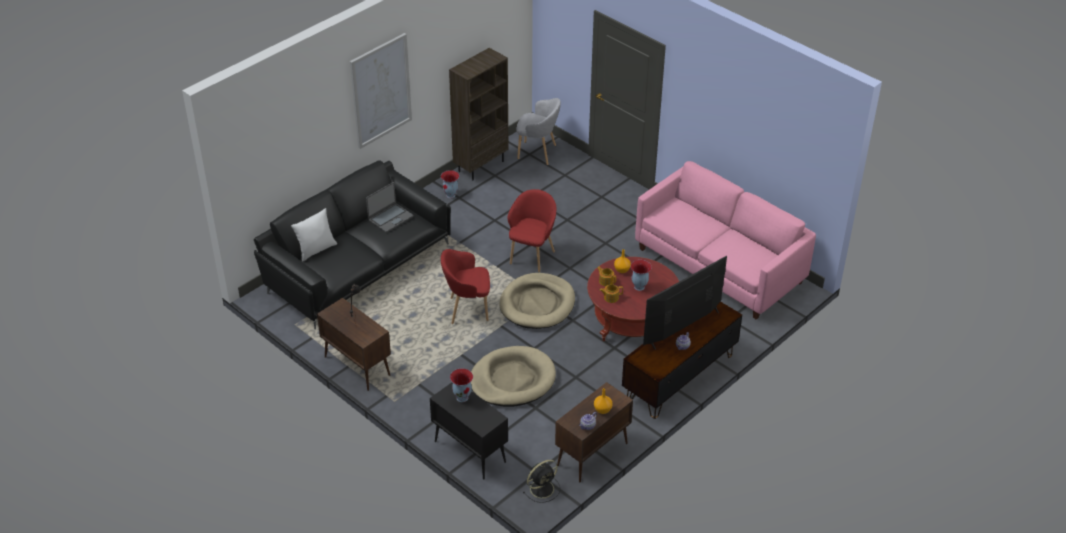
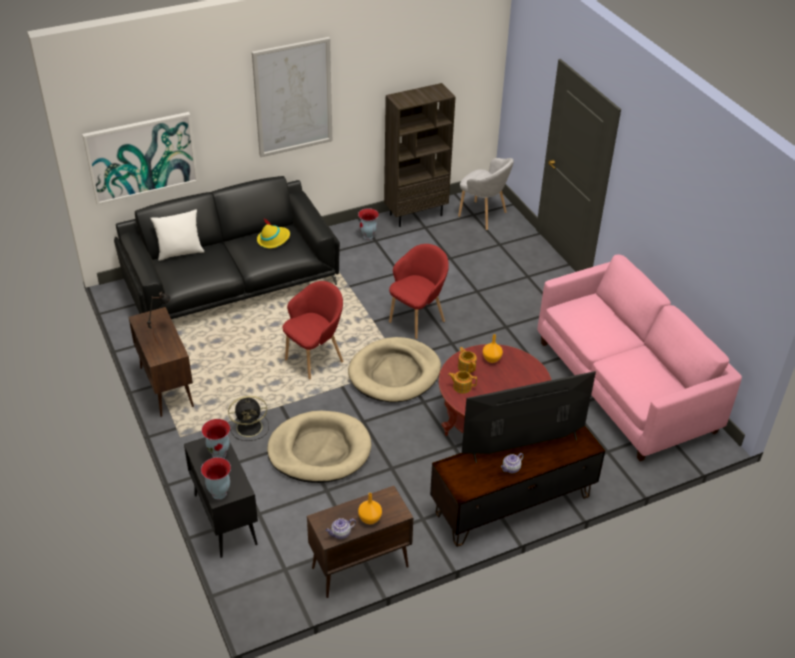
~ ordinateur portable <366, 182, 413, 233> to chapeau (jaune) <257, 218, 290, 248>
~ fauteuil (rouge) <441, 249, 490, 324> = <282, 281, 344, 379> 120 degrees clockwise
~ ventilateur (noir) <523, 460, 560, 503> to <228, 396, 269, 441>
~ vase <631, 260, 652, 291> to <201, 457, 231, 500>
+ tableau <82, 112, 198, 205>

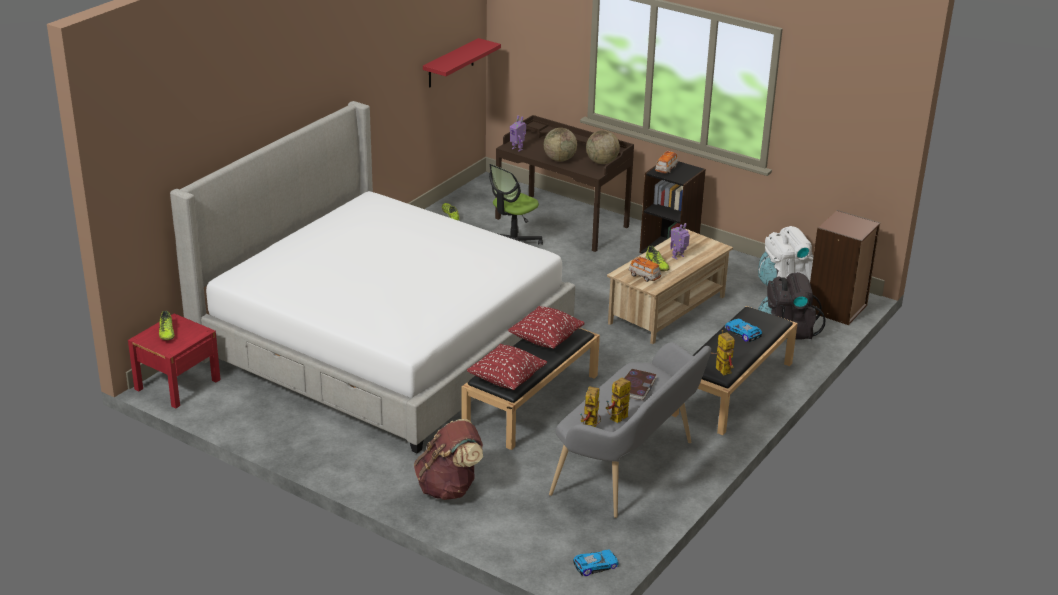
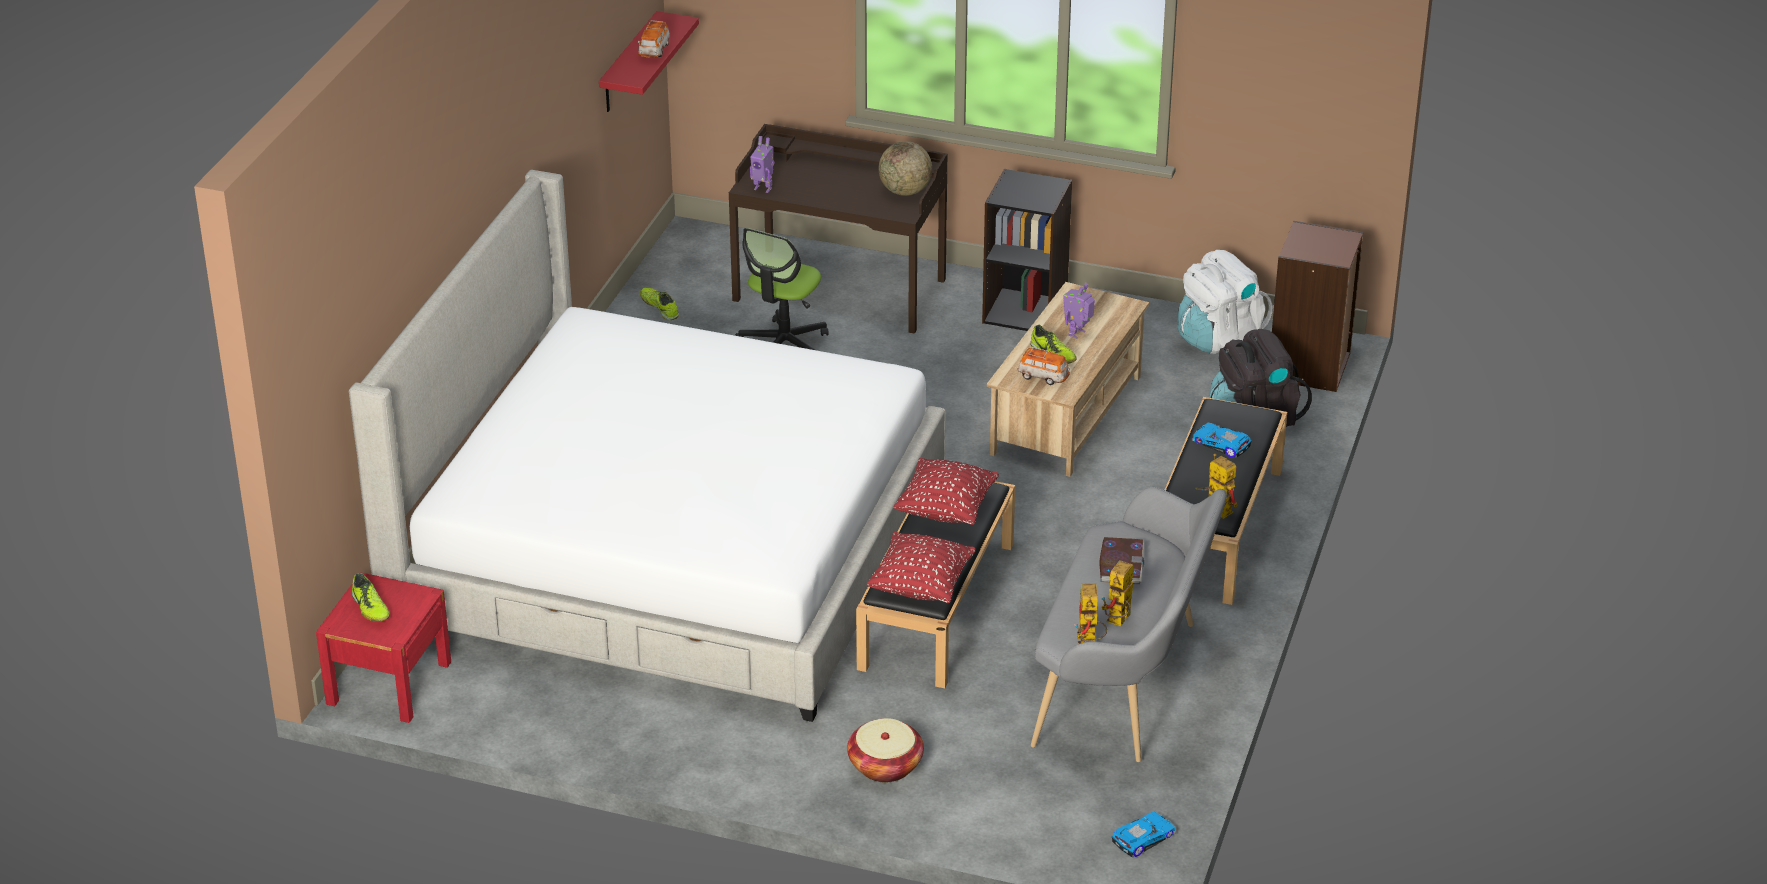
~ sac à dos (marron) <414, 419, 483, 500> to panier <847, 718, 924, 782>
- globe <544, 128, 577, 162>
~ petite voiture <655, 150, 678, 174> to <638, 20, 670, 58>

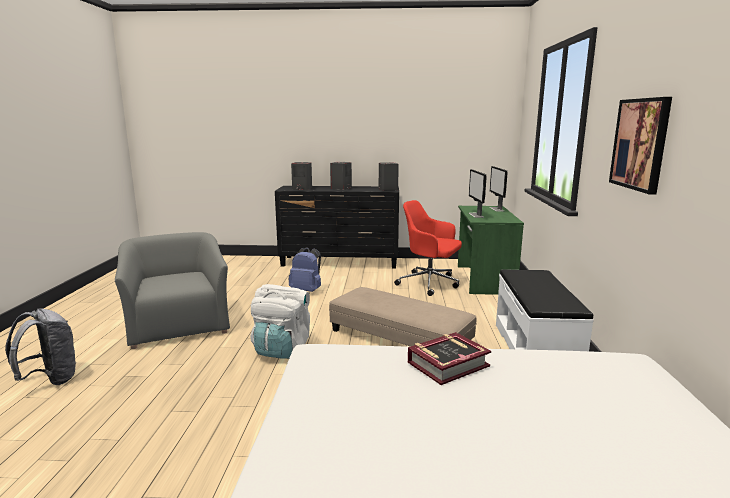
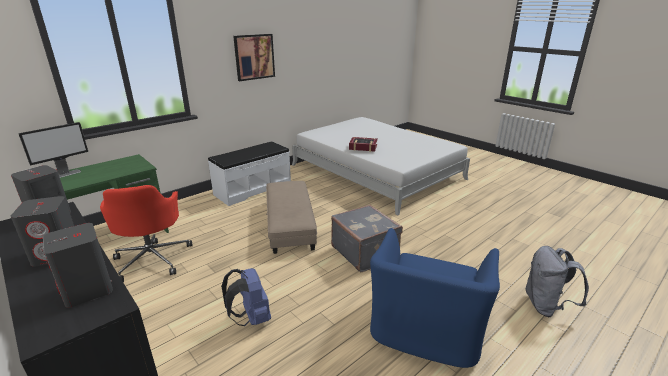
~ fauteuil (gris) <115, 232, 230, 349> to fauteuil (bleu) <370, 228, 500, 368>
~ sac à dos (blanc) <250, 284, 310, 359> to valise (gris) <331, 205, 403, 272>
- écran d'ordinateur <469, 169, 486, 218>

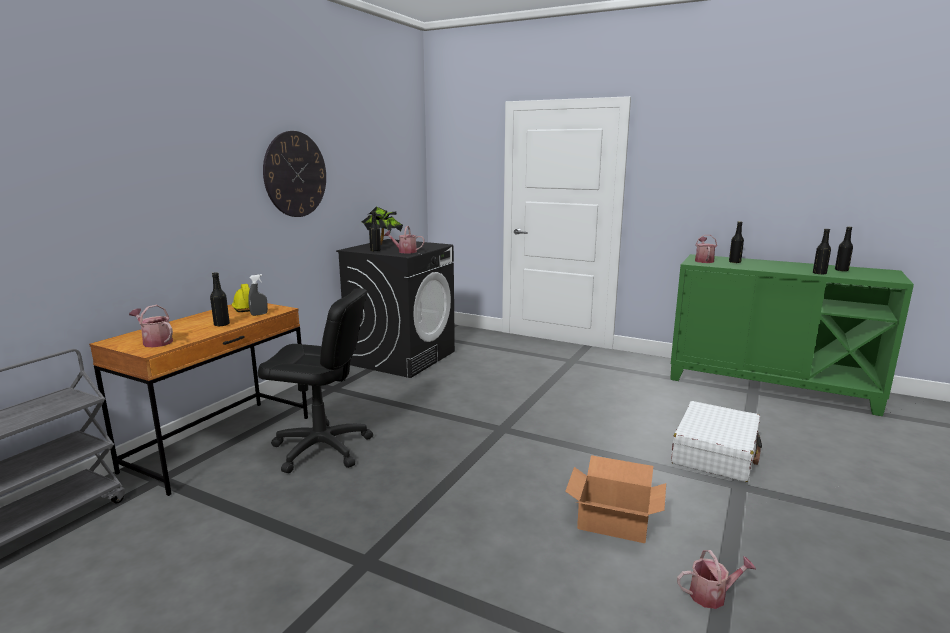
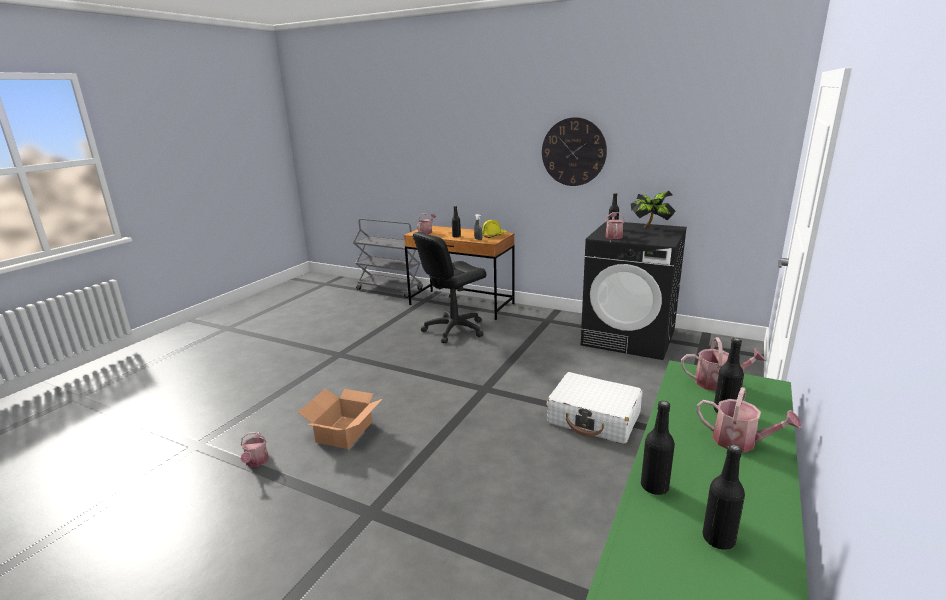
~ chaise de bureau (noir) <258, 288, 373, 473> = <413, 232, 486, 343> 45 degrees clockwise
~ valise (blanc) <671, 401, 762, 482> to <547, 372, 643, 444>
+ arrosoir <696, 387, 802, 453>

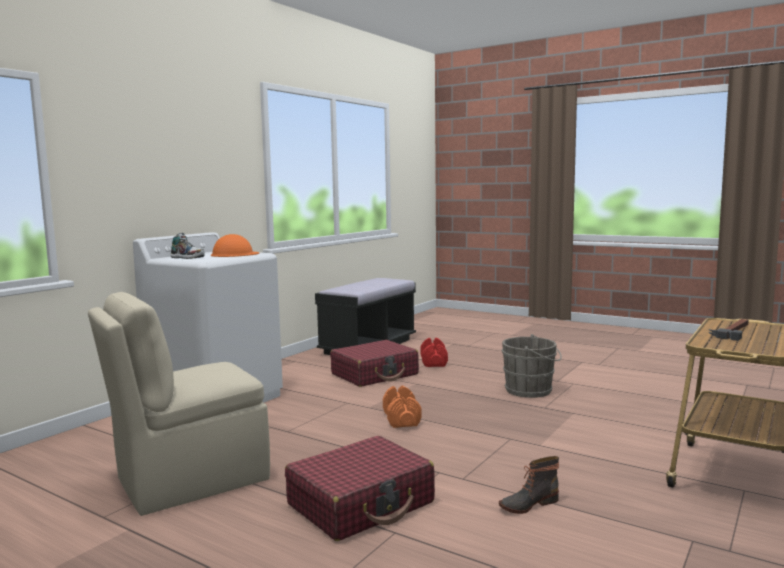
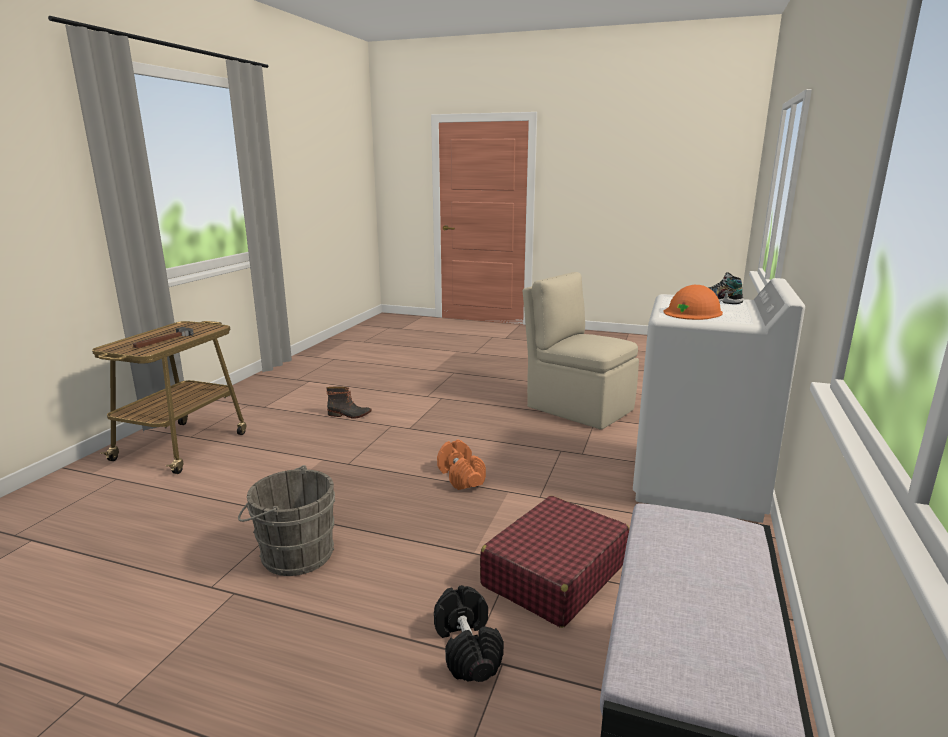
~ chaise (beige) <88, 292, 270, 516> = <523, 272, 639, 430> 90 degrees counterclockwise
- valise (rouge) <285, 436, 435, 541>
~ haltère (rouge) <420, 338, 448, 367> to haltère (noir) <434, 585, 504, 682>
~ botte <499, 456, 559, 514> = <327, 387, 372, 419> 45 degrees clockwise

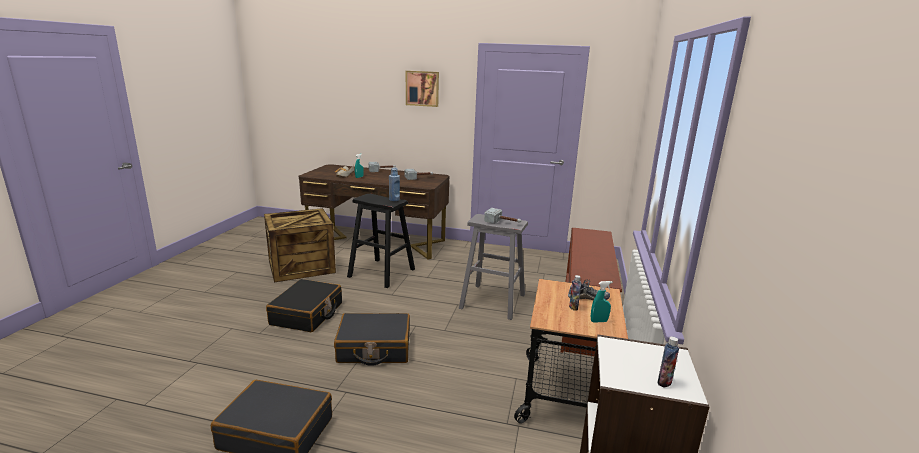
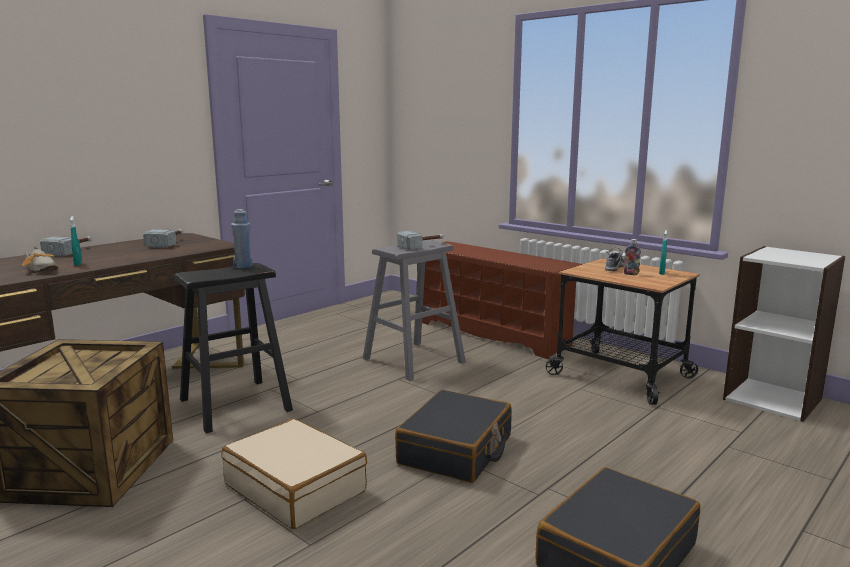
~ valise (noir) <266, 279, 342, 332> to valise (beige) <222, 419, 367, 529>
- tableau <406, 71, 439, 107>
- bouteille <658, 336, 679, 388>

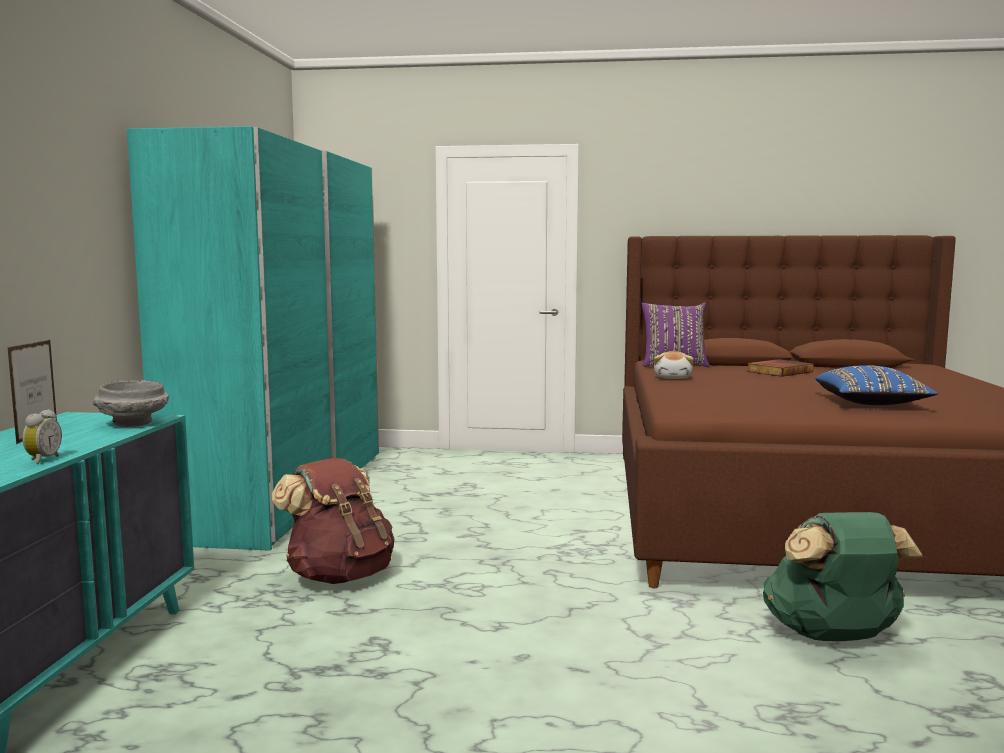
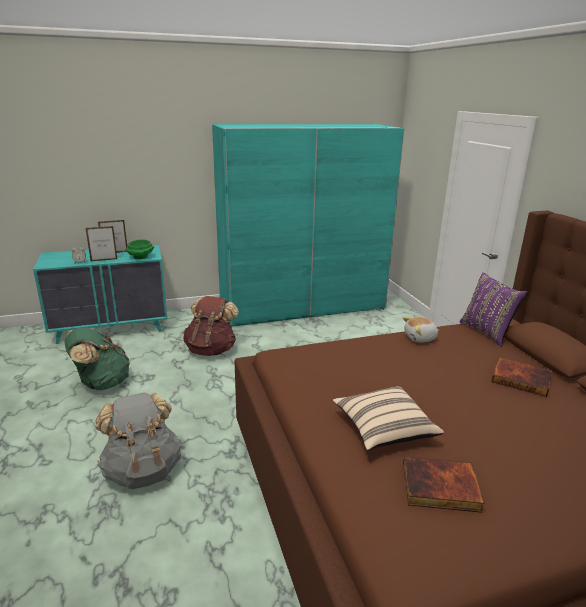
~ bol (gris) <93, 380, 169, 427> to bol (vert) <126, 239, 154, 259>
~ sac à dos (vert) <763, 512, 923, 641> to <65, 327, 130, 390>
~ coussin (bleu) <815, 365, 938, 405> to coussin (beige) <333, 387, 444, 451>
+ cadre photo <86, 226, 117, 262>
+ sac à dos (gris) <95, 393, 182, 489>
+ livre <403, 456, 485, 513>

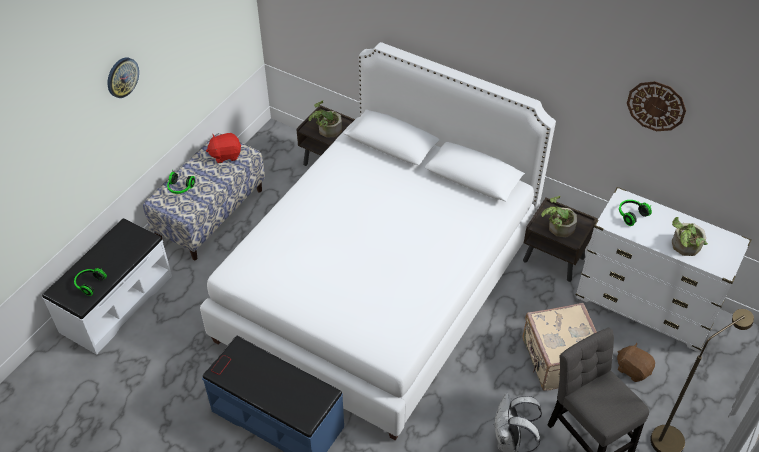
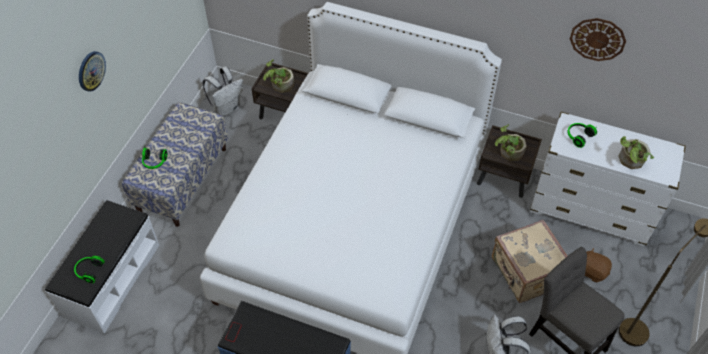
- peluche (rouge) <206, 133, 241, 163>
+ sac à dos (blanc) <203, 66, 243, 117>

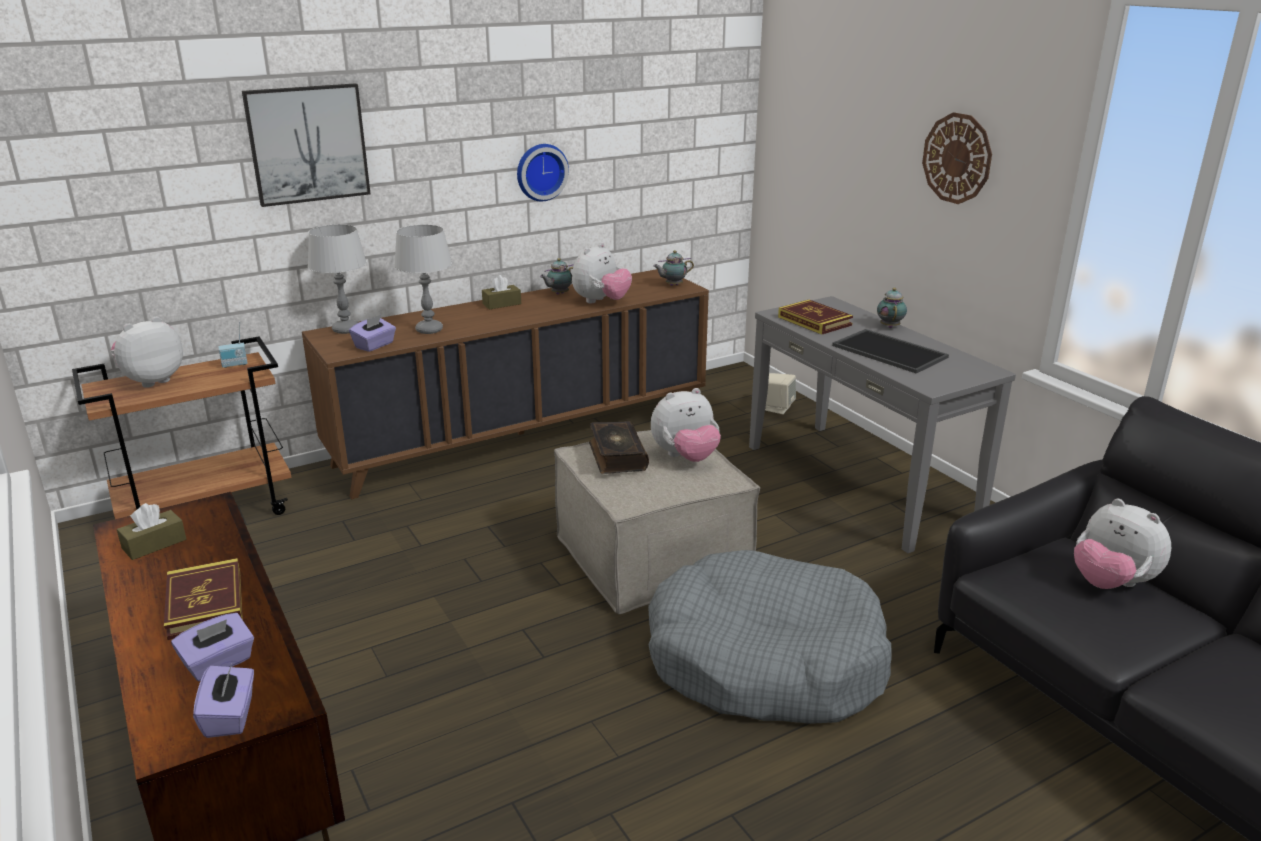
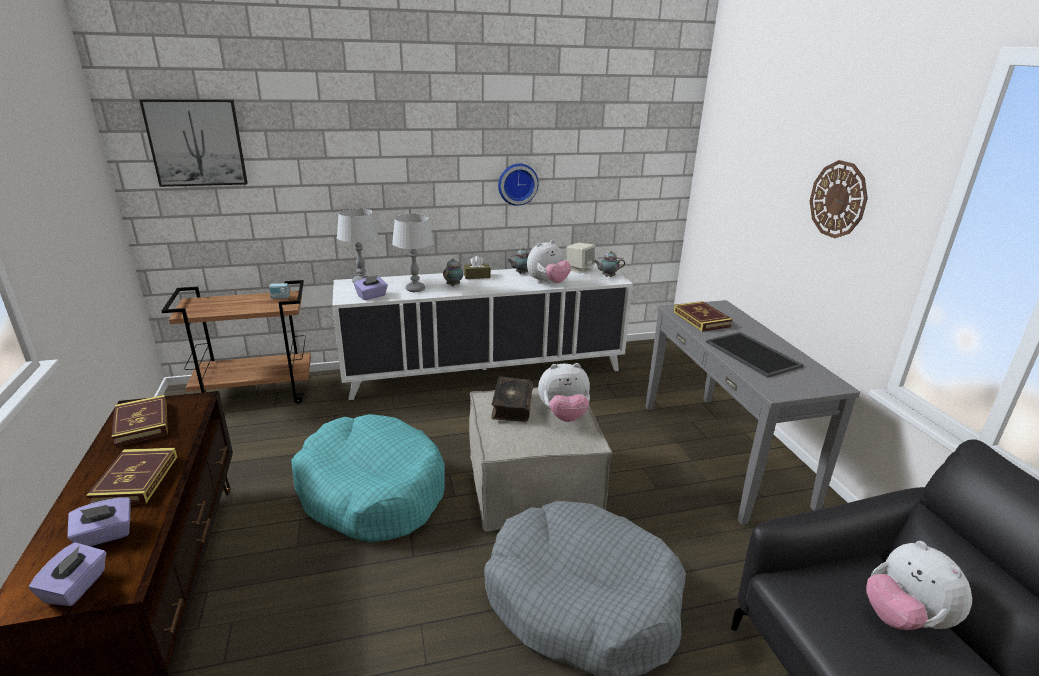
- peluche <111, 316, 183, 388>
~ boîte à mouchoirs (marron) <117, 503, 186, 560> to livre <112, 395, 168, 446>
~ tableau <242, 83, 370, 207> to <139, 99, 248, 187>
~ meuble de rangement (marron) <302, 269, 709, 499> to meuble de rangement (blanc) <332, 264, 633, 400>
~ enceinte (beige) <765, 373, 796, 414> to <567, 243, 595, 274>
~ théière <877, 288, 907, 328> to <443, 258, 463, 286>
+ panier pour chien (turquoise) <292, 414, 445, 543>

